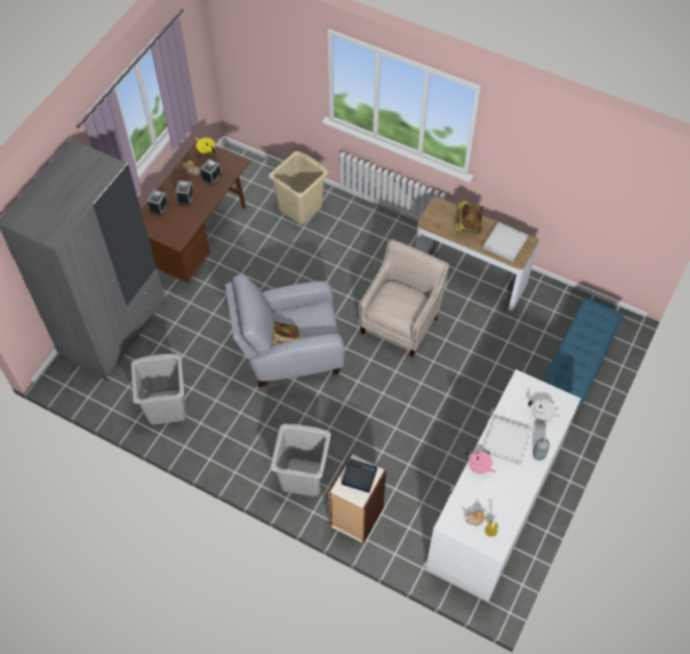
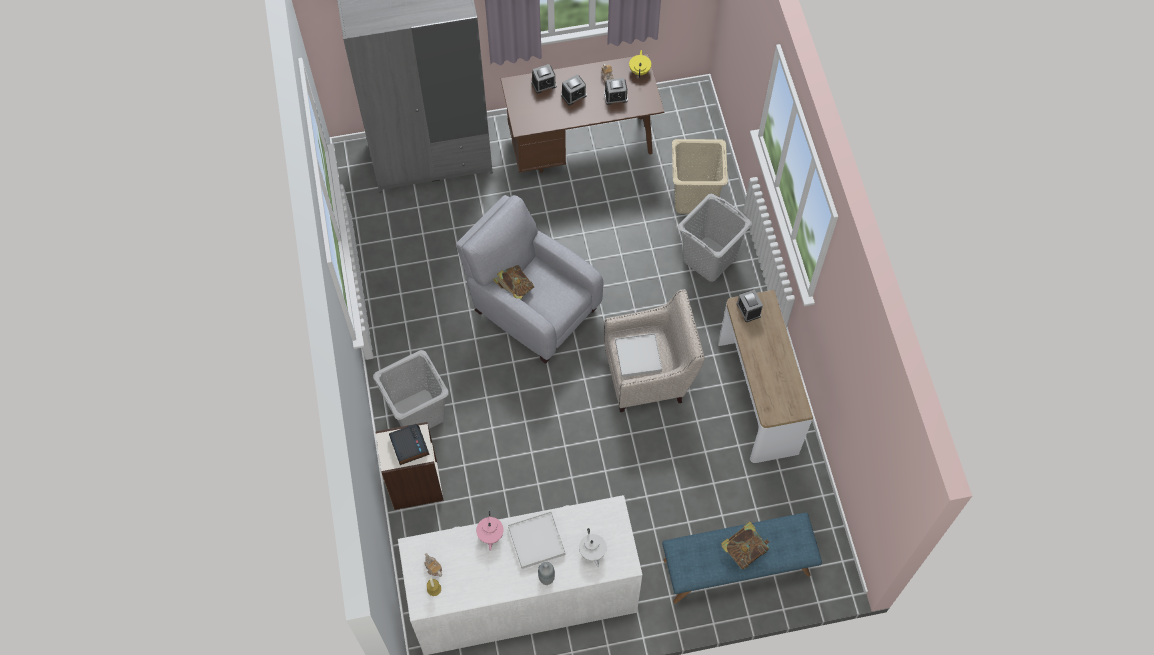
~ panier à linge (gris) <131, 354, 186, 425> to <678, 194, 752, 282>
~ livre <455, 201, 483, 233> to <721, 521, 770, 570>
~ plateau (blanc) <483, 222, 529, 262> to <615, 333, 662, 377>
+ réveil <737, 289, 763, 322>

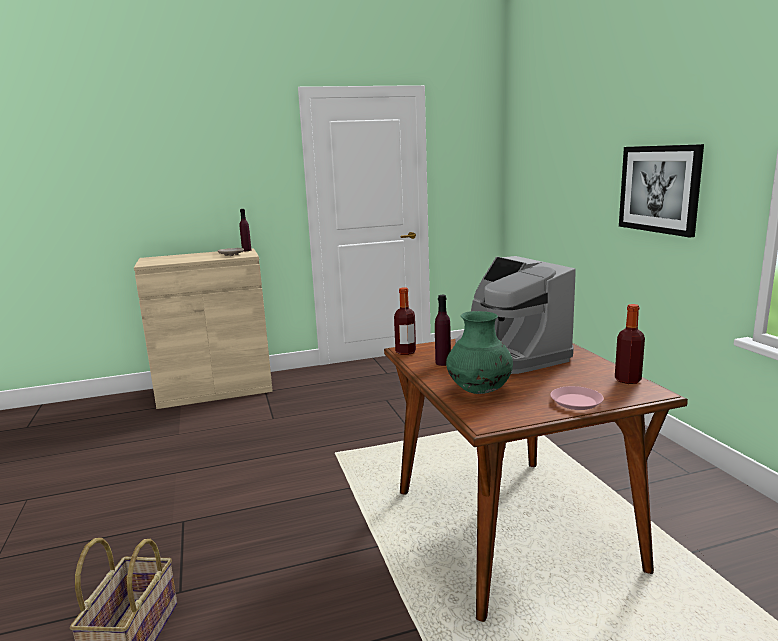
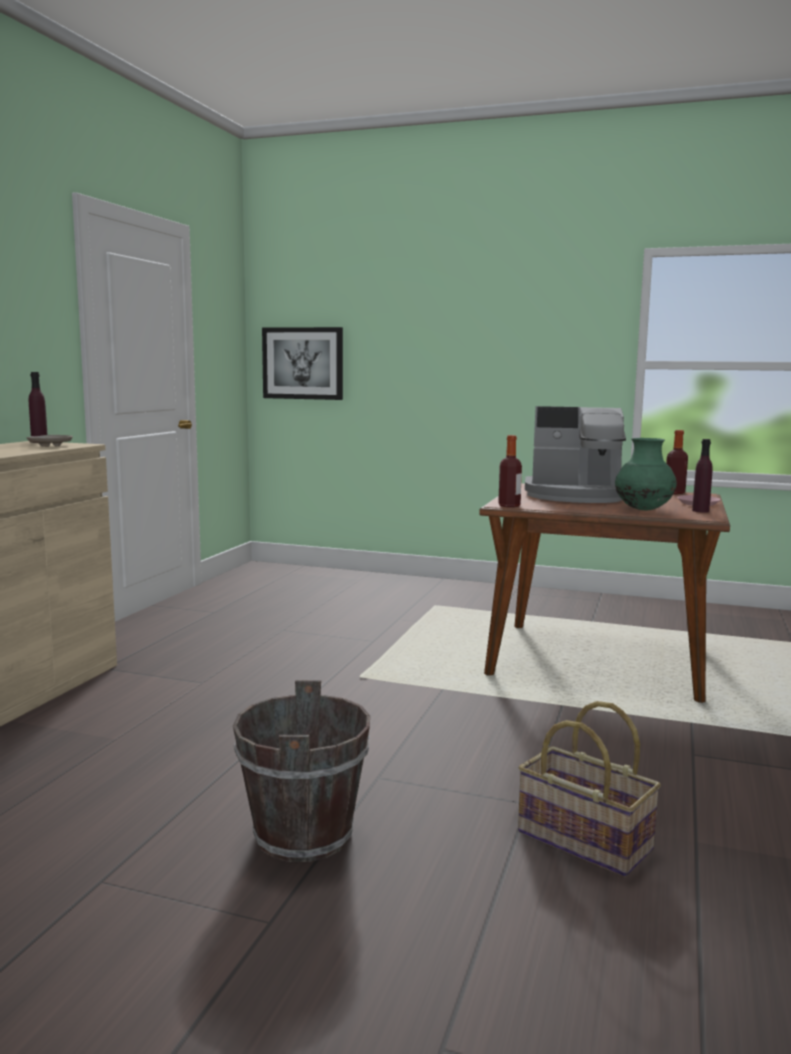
~ bouteille (violet) <435, 295, 451, 366> to <692, 439, 713, 512>
~ tableau <619, 144, 704, 238> to <262, 327, 343, 400>
+ seau (marron) <233, 680, 370, 862>

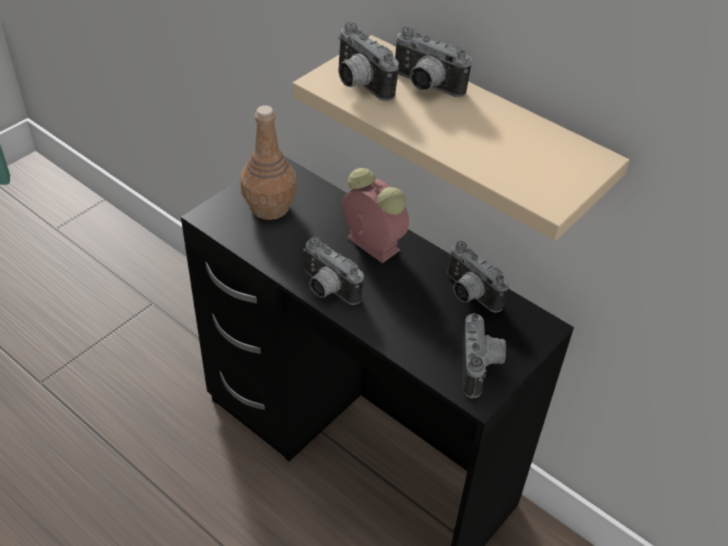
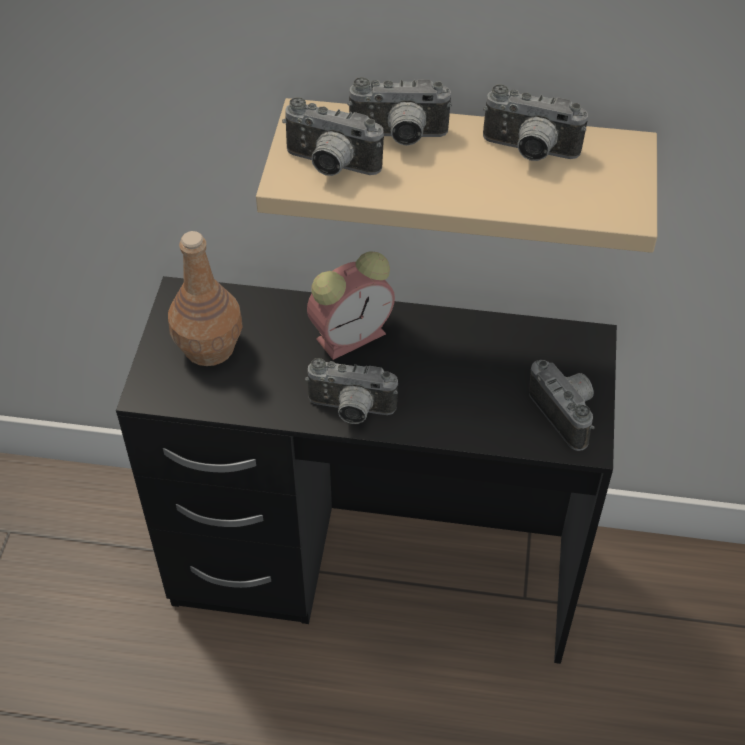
~ réveil <342, 168, 409, 263> = <307, 251, 395, 360> 135 degrees clockwise
~ appareil photo <447, 241, 509, 313> to <483, 85, 588, 161>

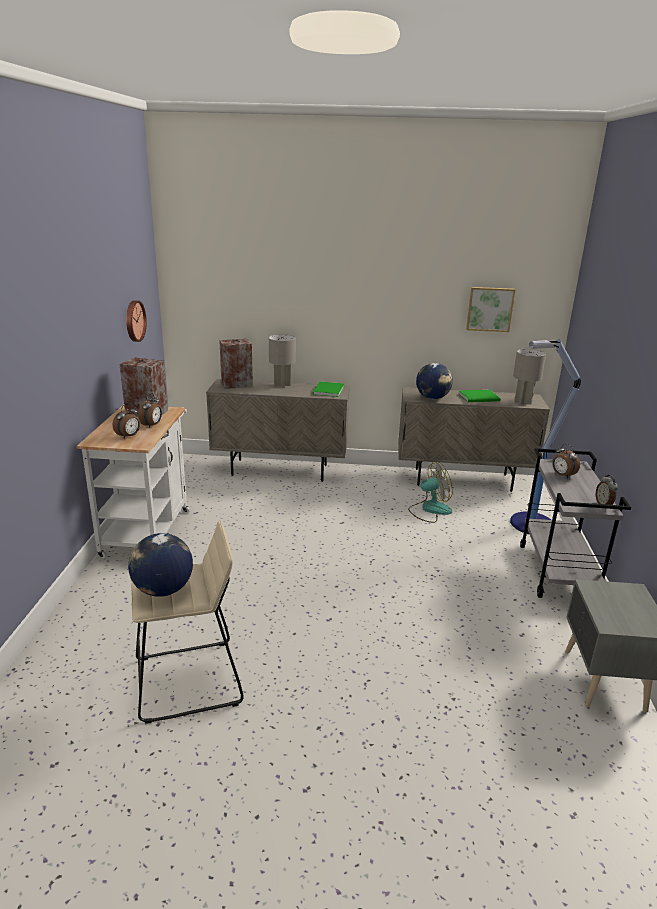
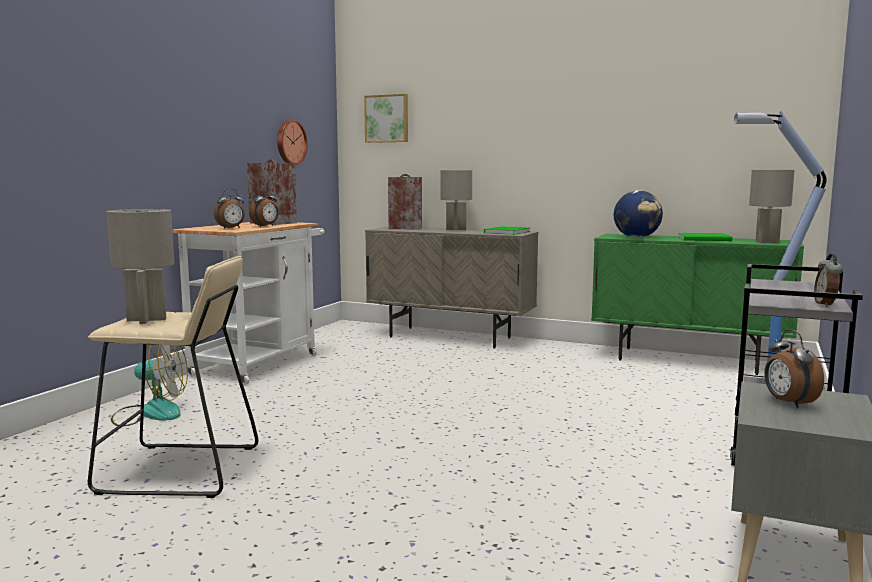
~ globe <128, 533, 193, 597> to lampe de table (gris) <106, 209, 174, 324>
~ meuble de rangement (beige) <398, 387, 550, 492> to meuble de rangement (vert) <591, 234, 804, 375>
~ ventilateur <408, 462, 453, 523> to <111, 344, 188, 426>
~ tableau <466, 287, 515, 332> to <364, 94, 408, 143>
~ réveil <552, 444, 580, 478> to <764, 329, 824, 408>

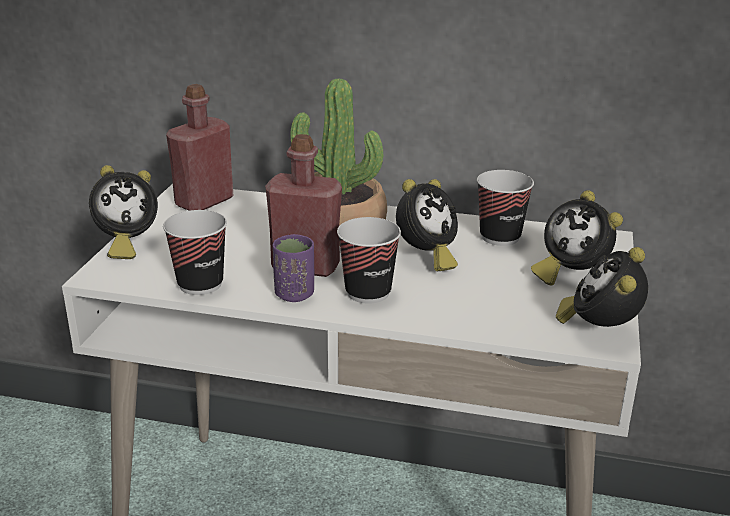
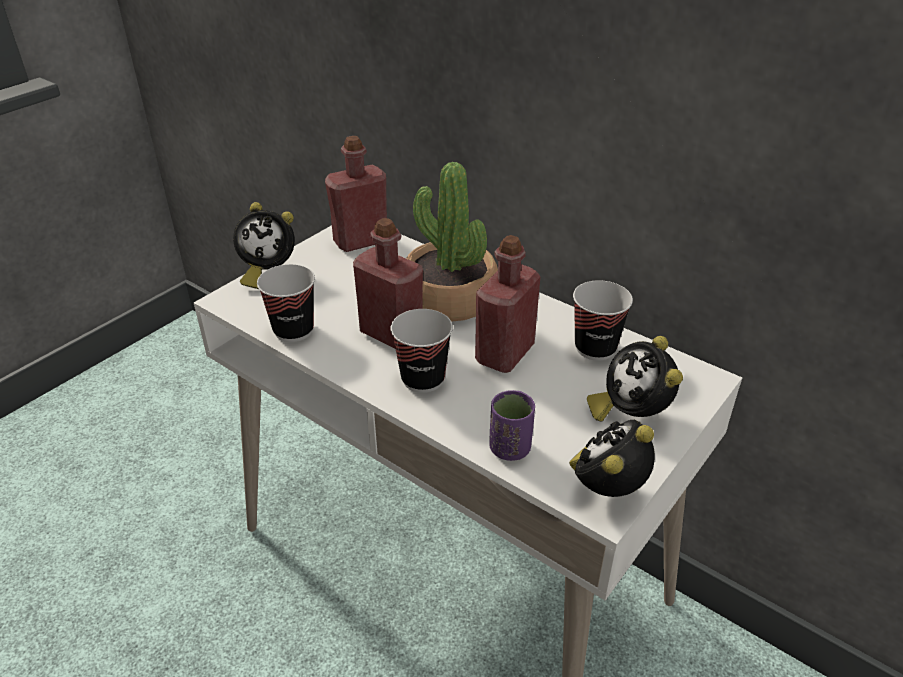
~ tasse (violet) <273, 234, 314, 302> to <490, 390, 535, 461>
~ réveil <396, 179, 458, 271> to bouteille (rouge) <475, 235, 540, 373>

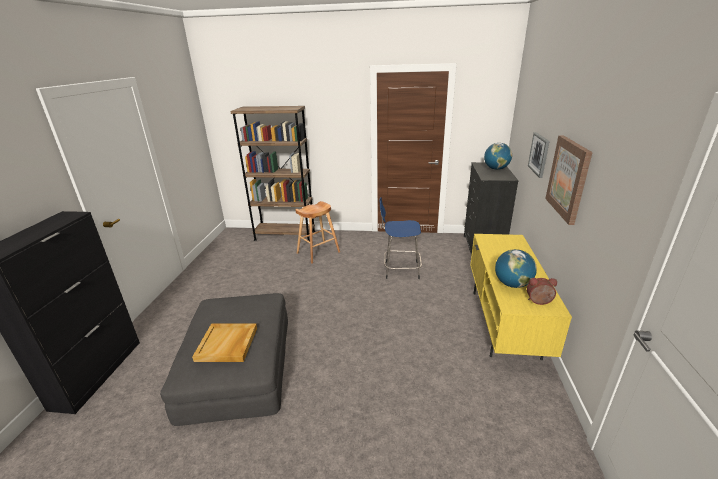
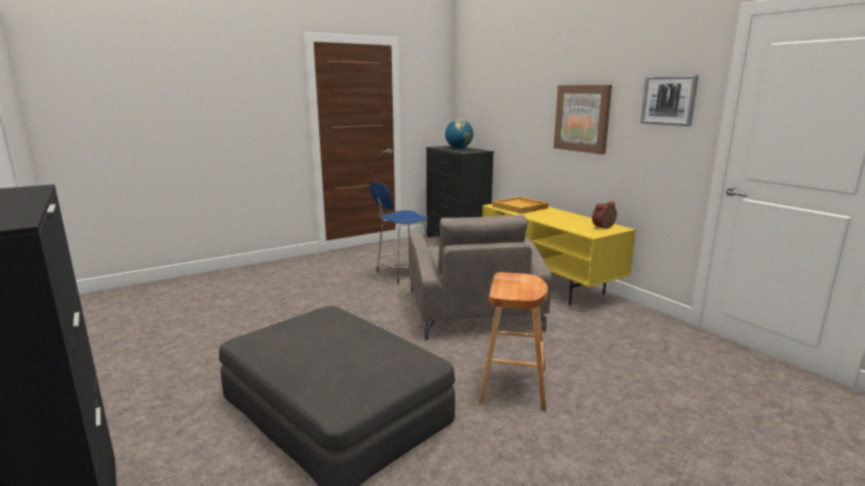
~ plateau (beige) <192, 323, 257, 362> to <492, 197, 548, 214>
- bibliothèque (marron) <230, 106, 315, 242>
~ tabouret (marron) <295, 201, 340, 264> to <479, 272, 548, 411>
- globe <495, 249, 537, 288>
~ tableau <528, 132, 550, 178> to <640, 75, 699, 126>
+ fauteuil (gris) <408, 215, 552, 340>

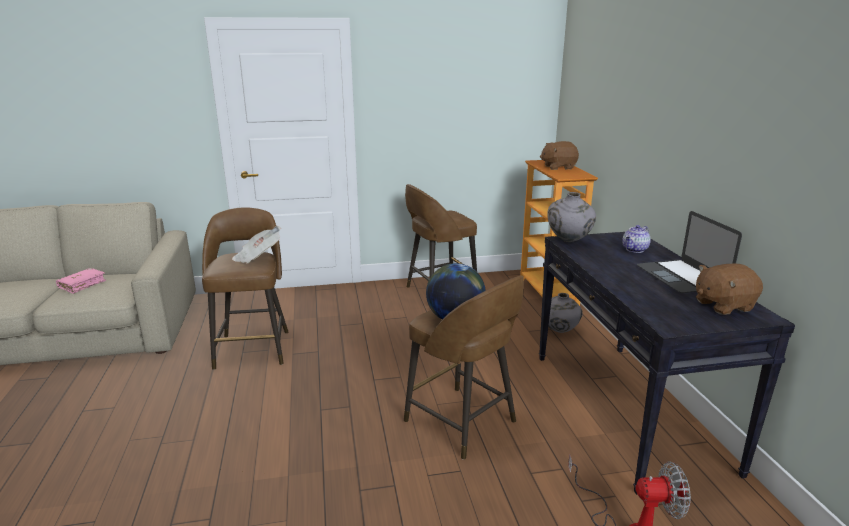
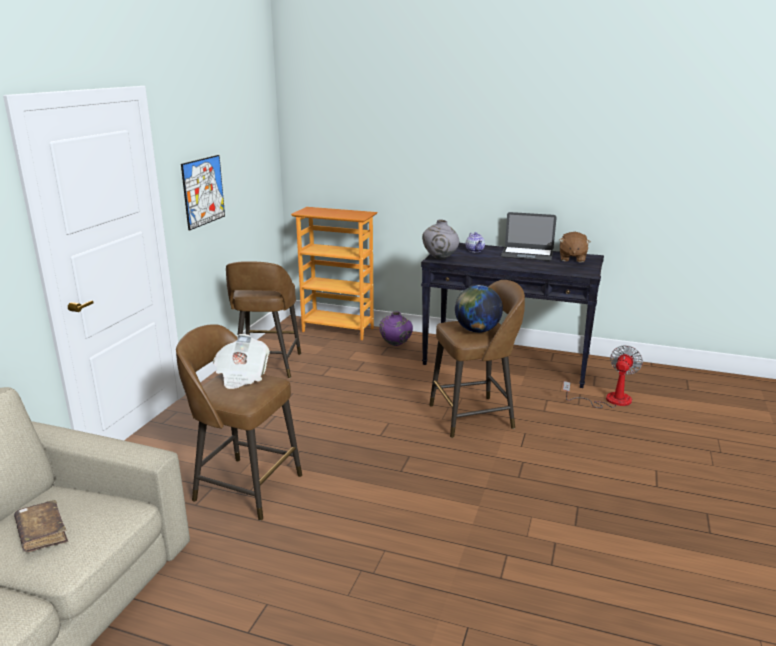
~ livre (rose) <56, 268, 106, 294> to livre (marron) <14, 500, 68, 552>
- peluche (marron) <540, 141, 579, 170>
~ vase (gris) <548, 293, 583, 333> to vase (violet) <379, 311, 413, 346>
+ tableau <181, 155, 225, 230>

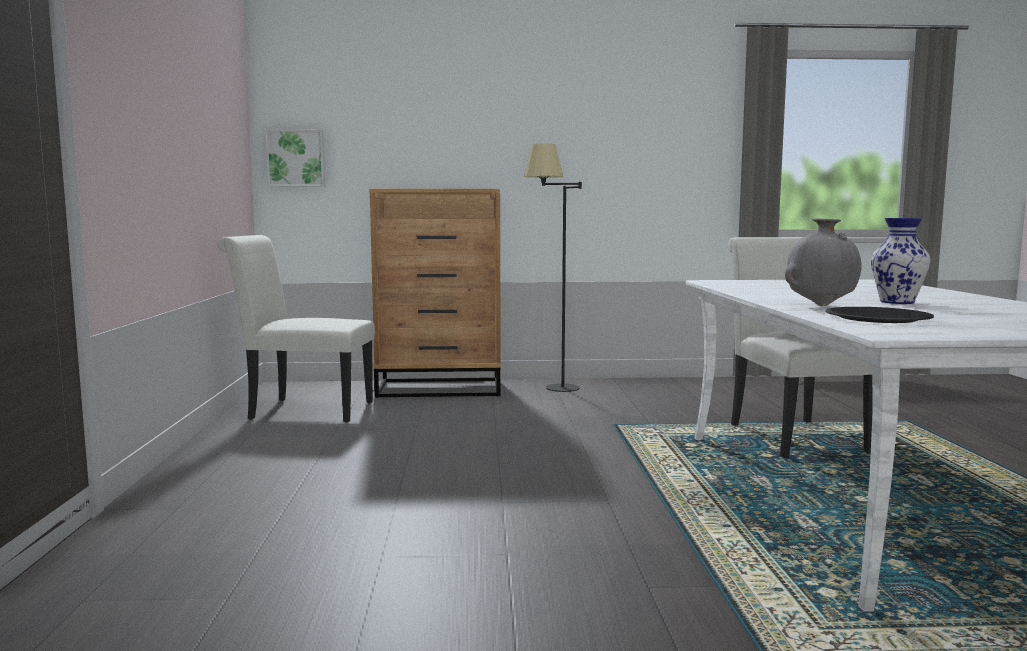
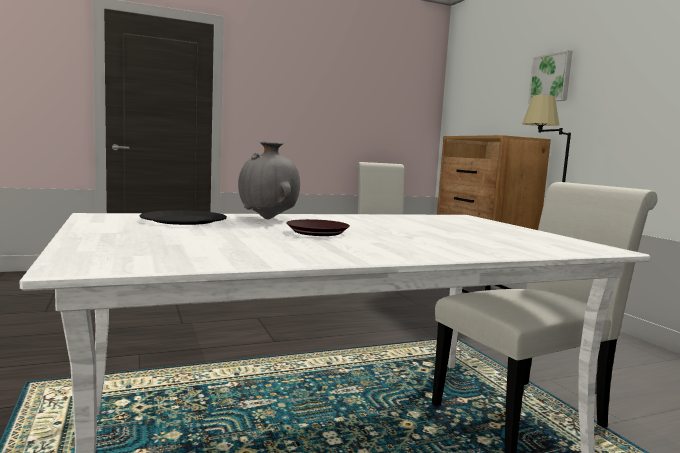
~ tableau <265, 129, 325, 187> to <528, 50, 573, 103>
~ vase <871, 218, 931, 304> to assiette (marron) <286, 219, 350, 236>

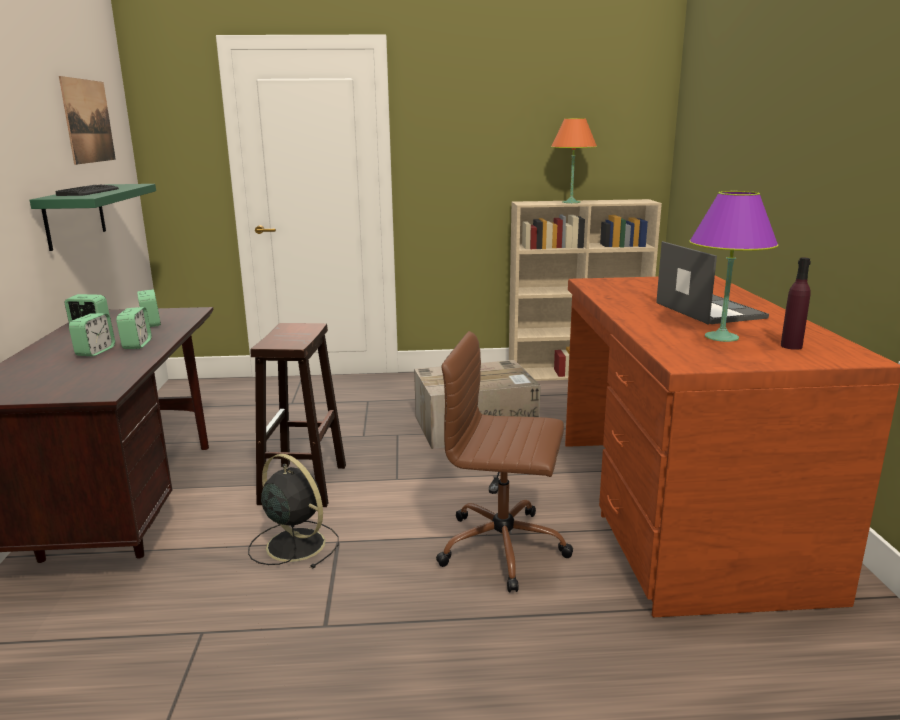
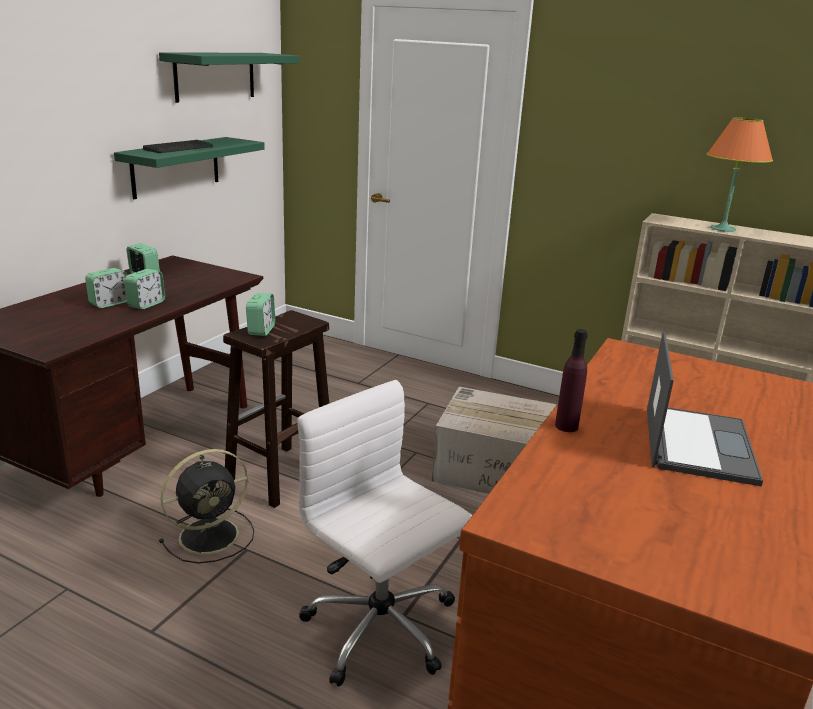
~ tableau <59, 76, 116, 165> to étagère (vert) <159, 52, 300, 103>
~ réveil <137, 289, 161, 327> to <246, 293, 275, 336>
~ ventilateur (noir) <248, 454, 339, 569> = <159, 449, 254, 564> 75 degrees clockwise
~ chaise de bureau (marron) <436, 331, 573, 593> to chaise de bureau (blanc) <297, 380, 472, 687>
- lampe de table (violet) <689, 191, 779, 342>
~ bouteille (violet) <781, 257, 811, 350> to <555, 329, 588, 432>

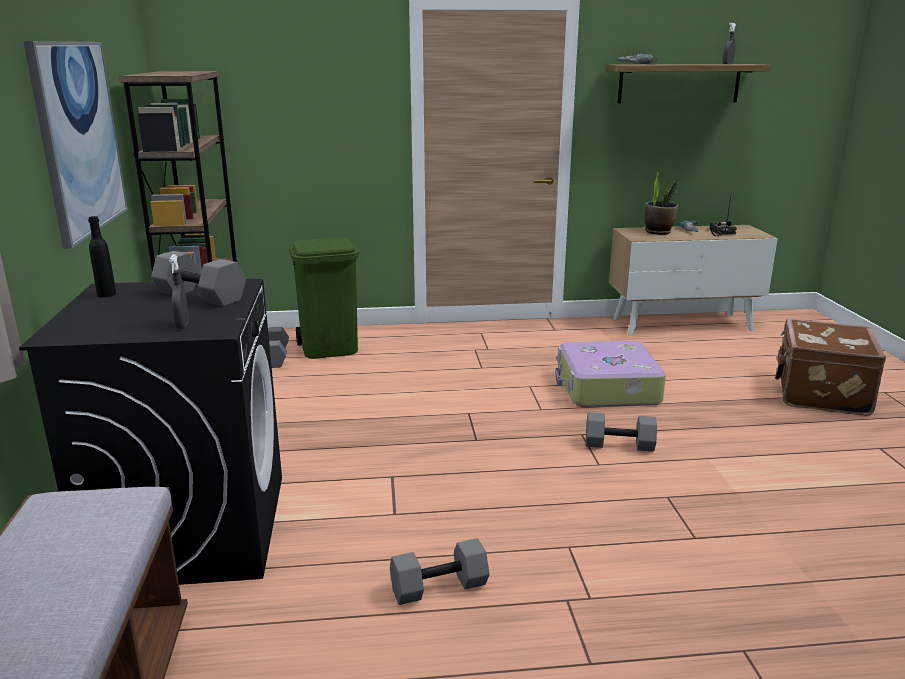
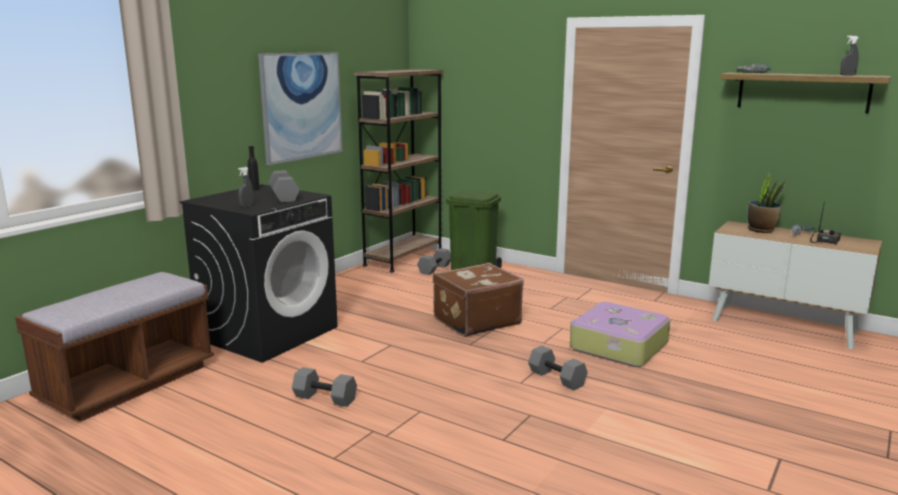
~ valise (marron) <775, 318, 886, 416> to <433, 263, 524, 337>

